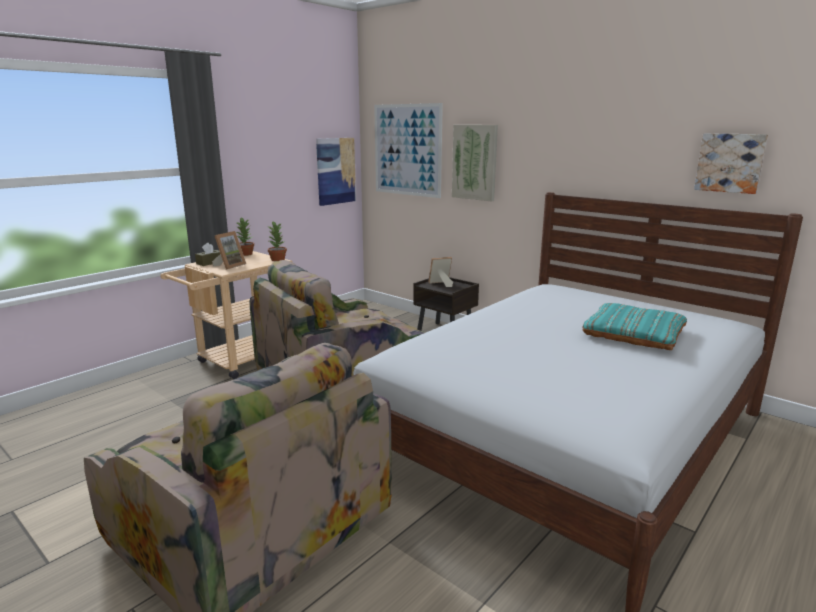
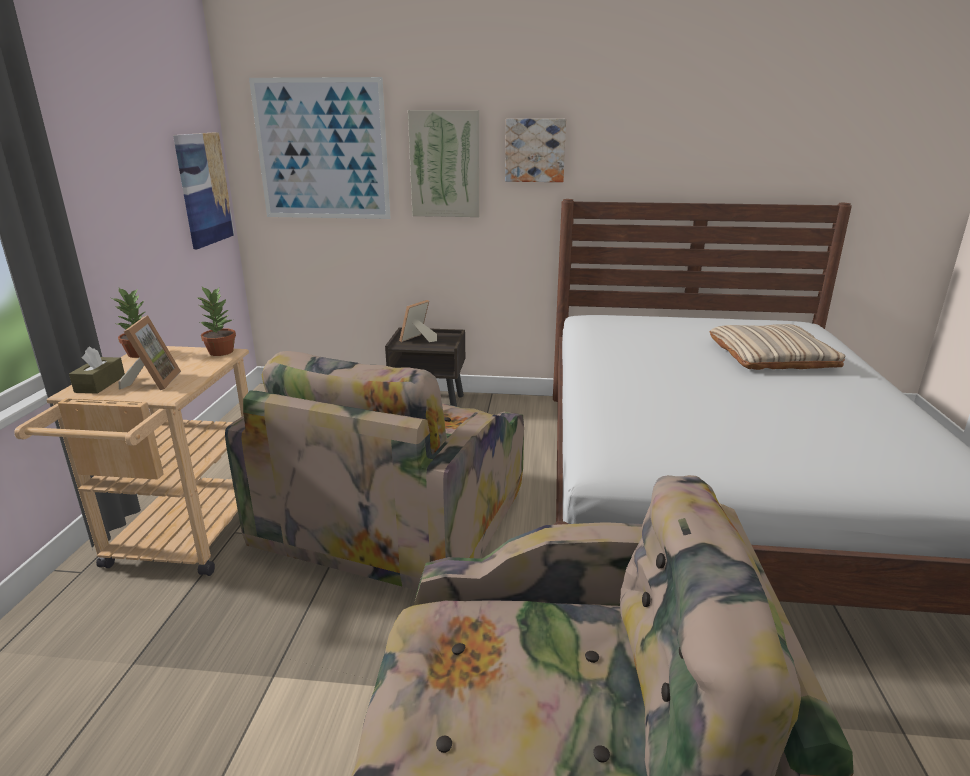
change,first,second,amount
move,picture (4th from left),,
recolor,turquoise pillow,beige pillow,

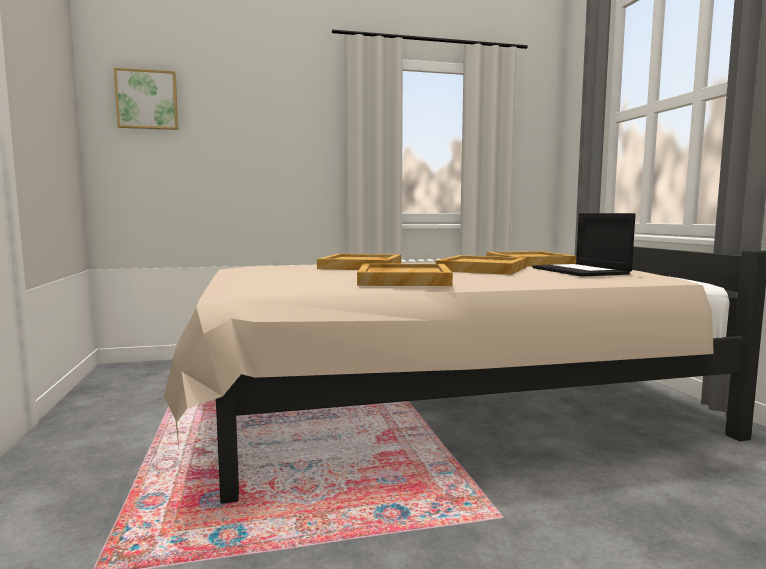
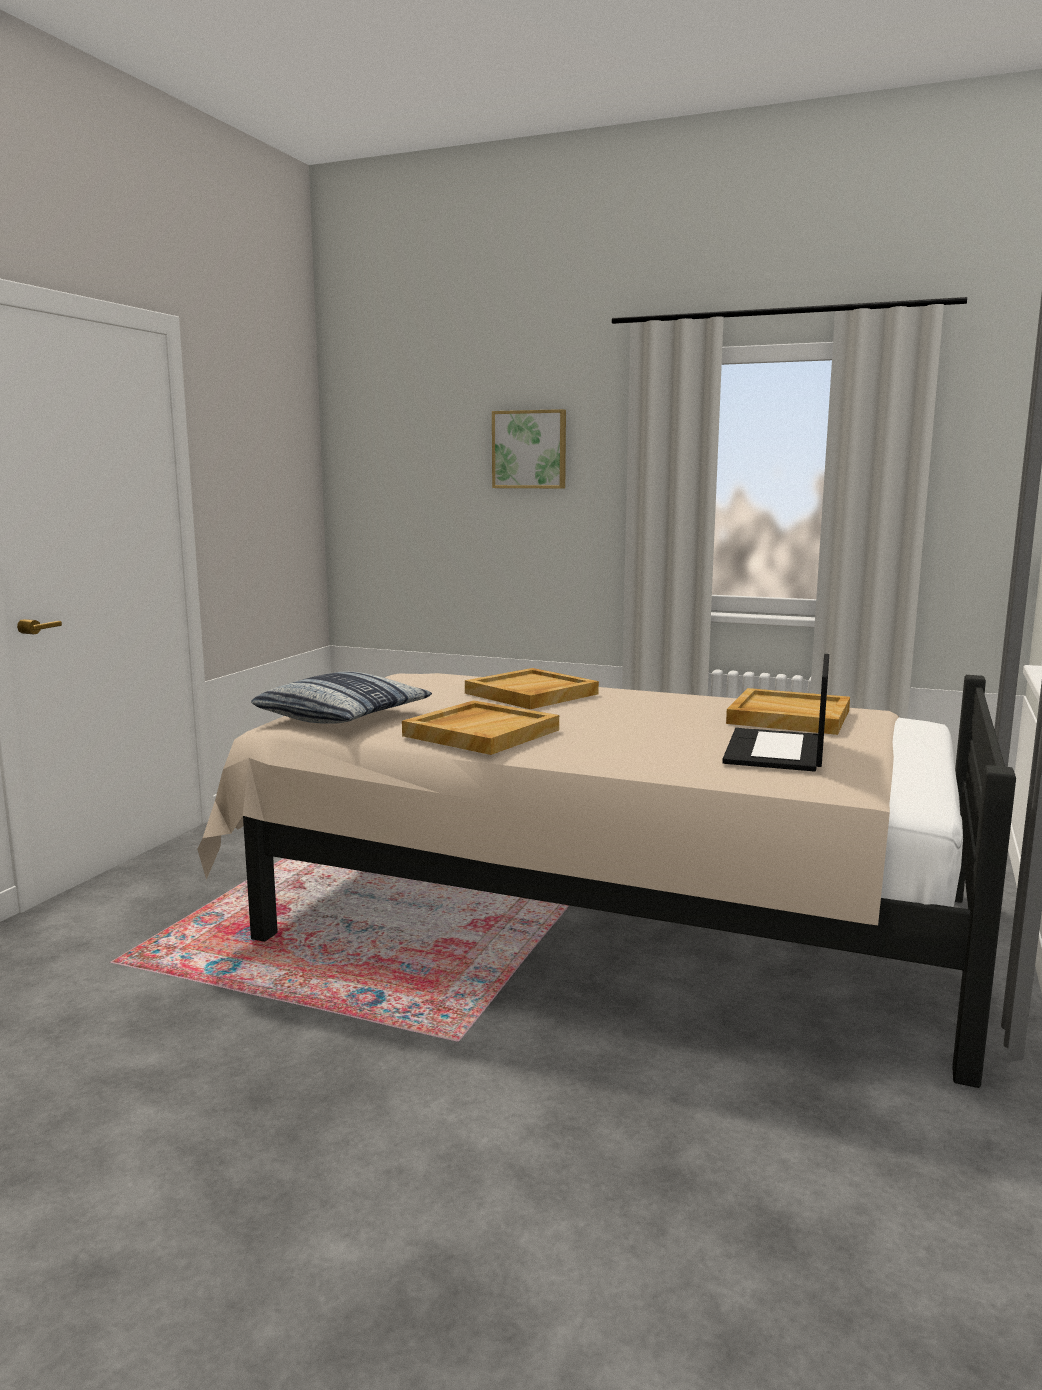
change,first,second,amount
move,picture,,
delete,beige tray (3rd from left),,
insert,,pillow,

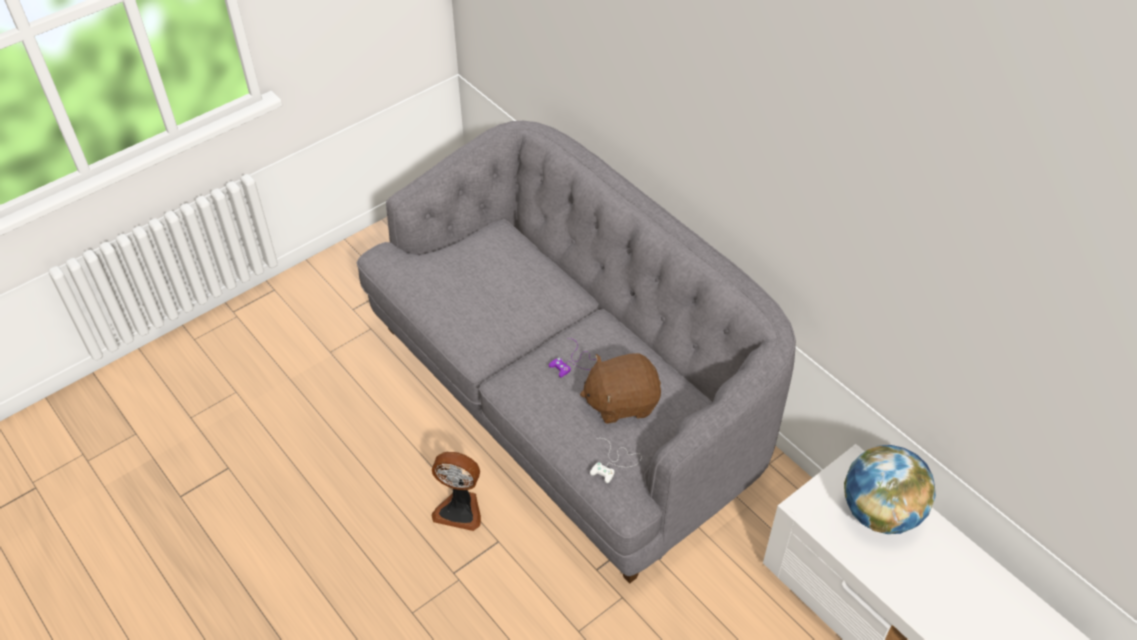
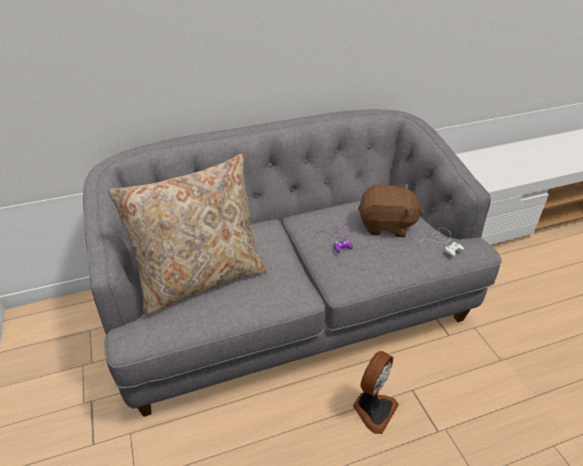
change,first,second,amount
rotate,brown plush toy,,90 degrees counterclockwise
delete,globe,,
insert,,beige pillow,

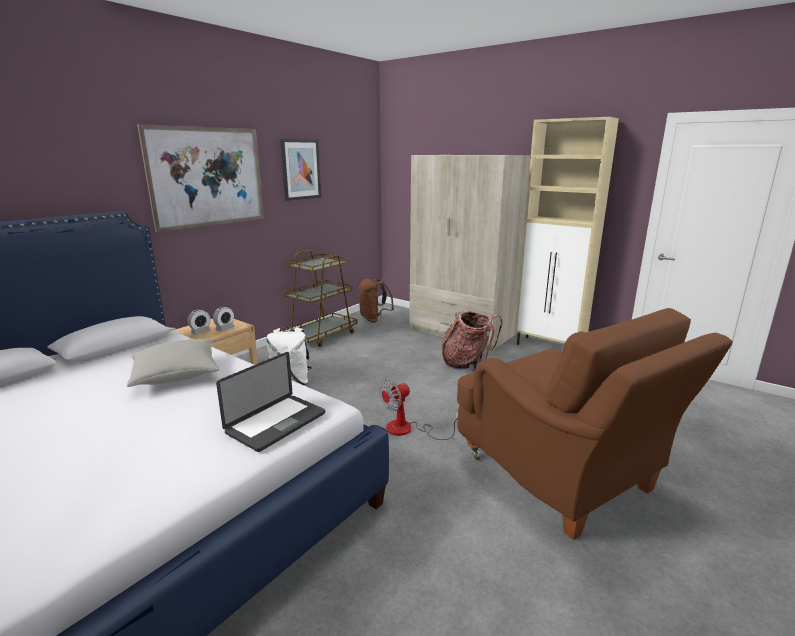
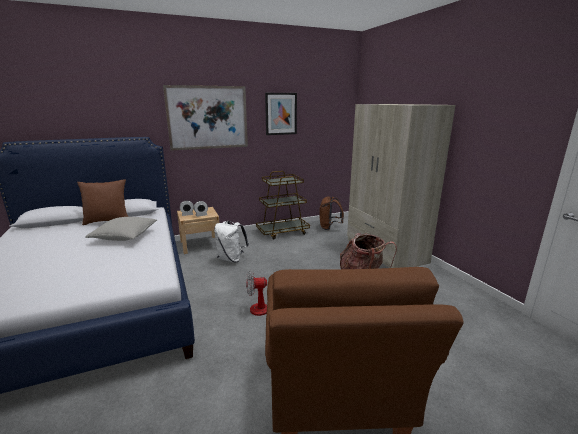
change,first,second,amount
delete,beige cabinet,,
delete,laptop,,
insert,,brown pillow,

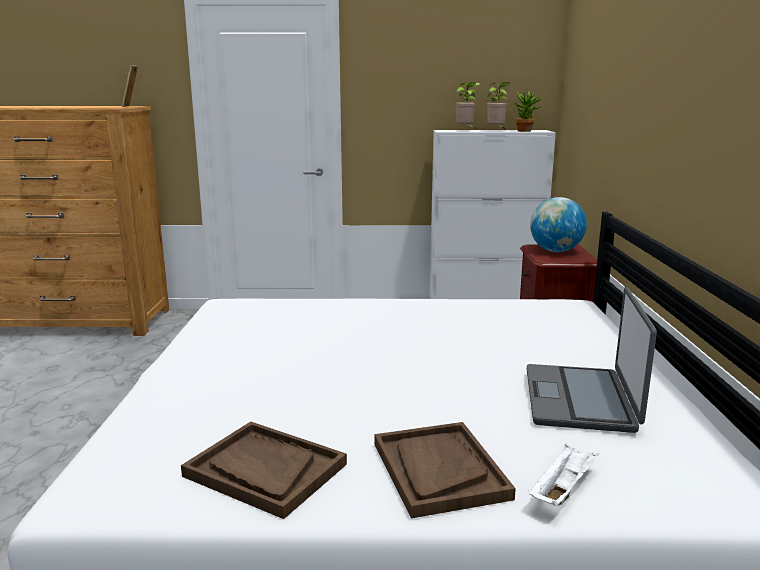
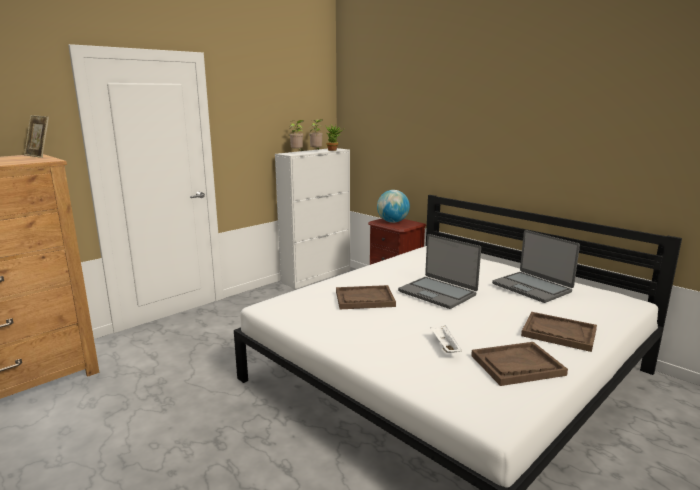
change,first,second,amount
move,white tray,,
insert,,laptop (1st from left),
insert,,brown tray (1st from left),

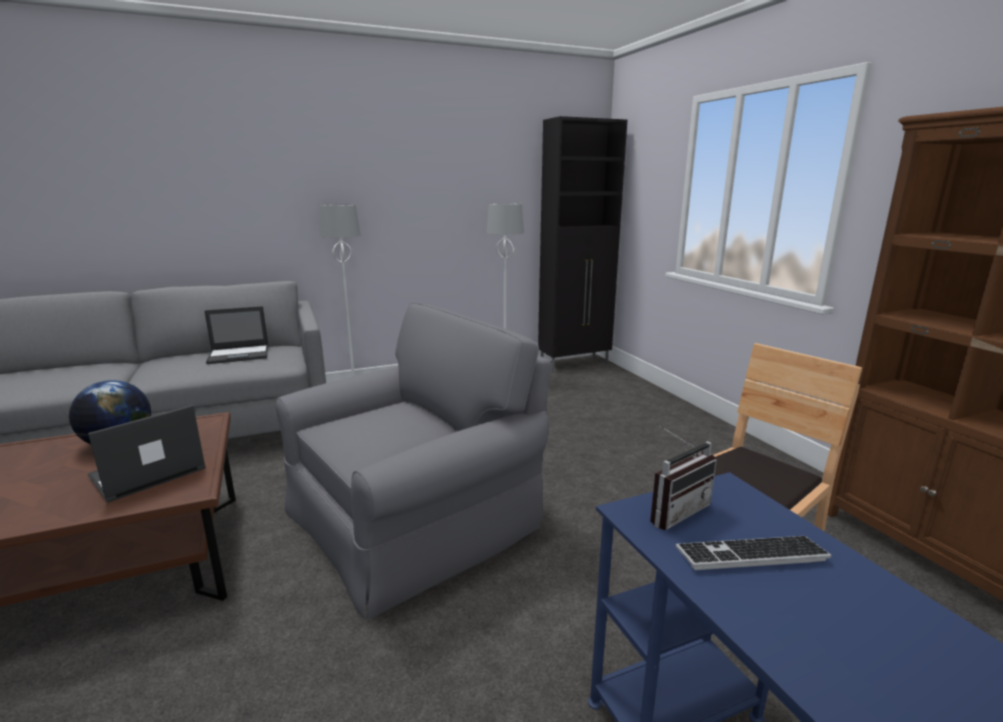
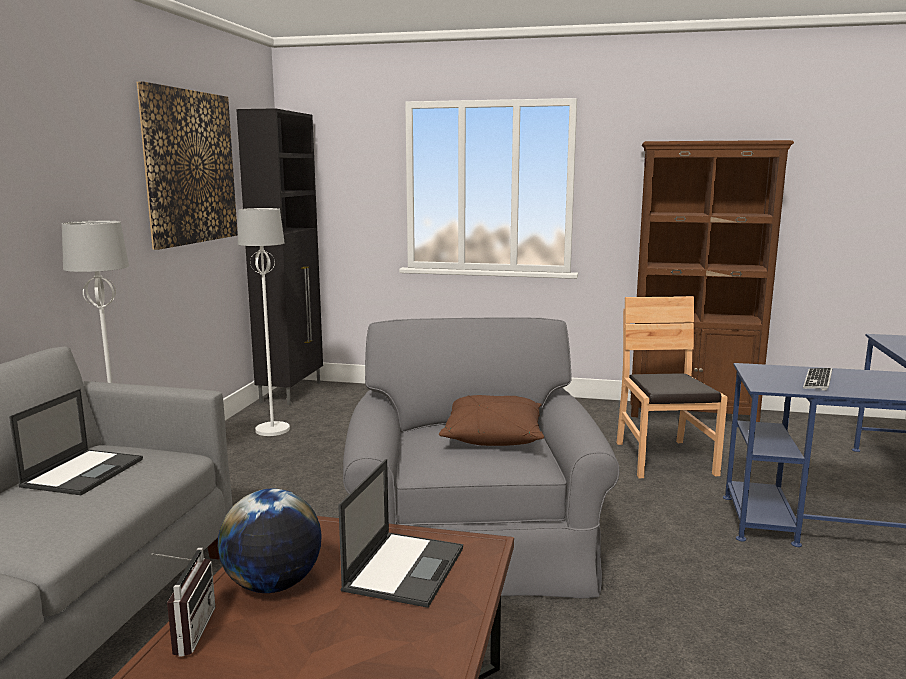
change,first,second,amount
rotate,laptop (1st from left in the first image),laptop (2nd from left),150 degrees counterclockwise
move,radio,,
insert,,picture,
insert,,brown pillow,

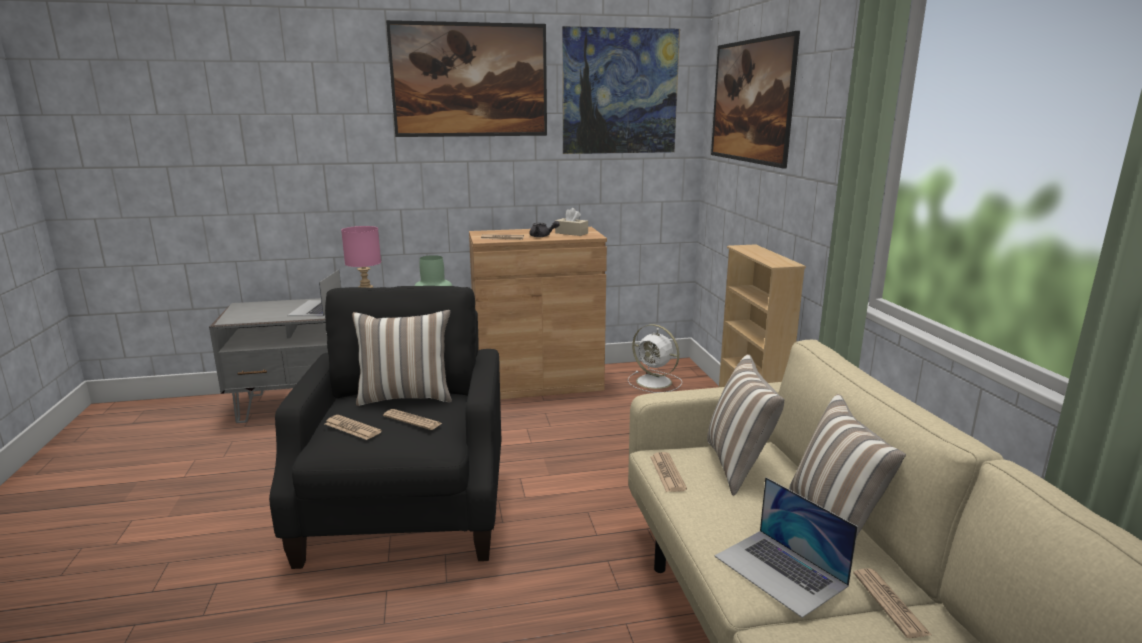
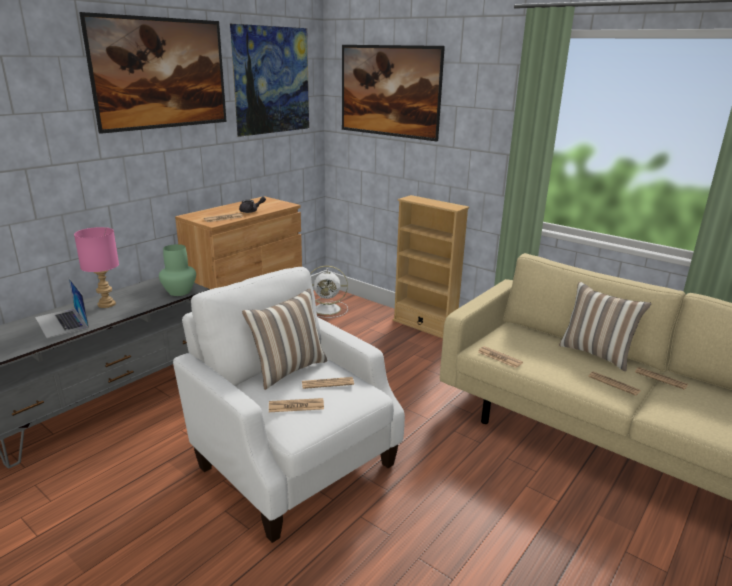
change,first,second,amount
delete,beige tissue box,,
recolor,black armchair,white armchair,
delete,pillow (2nd from left),,
replace,laptop (2nd from left),newspaper (5th from left),

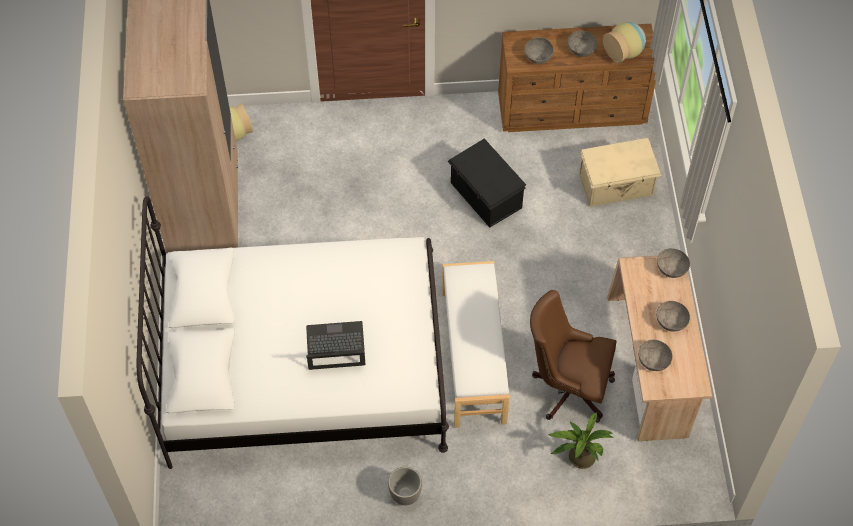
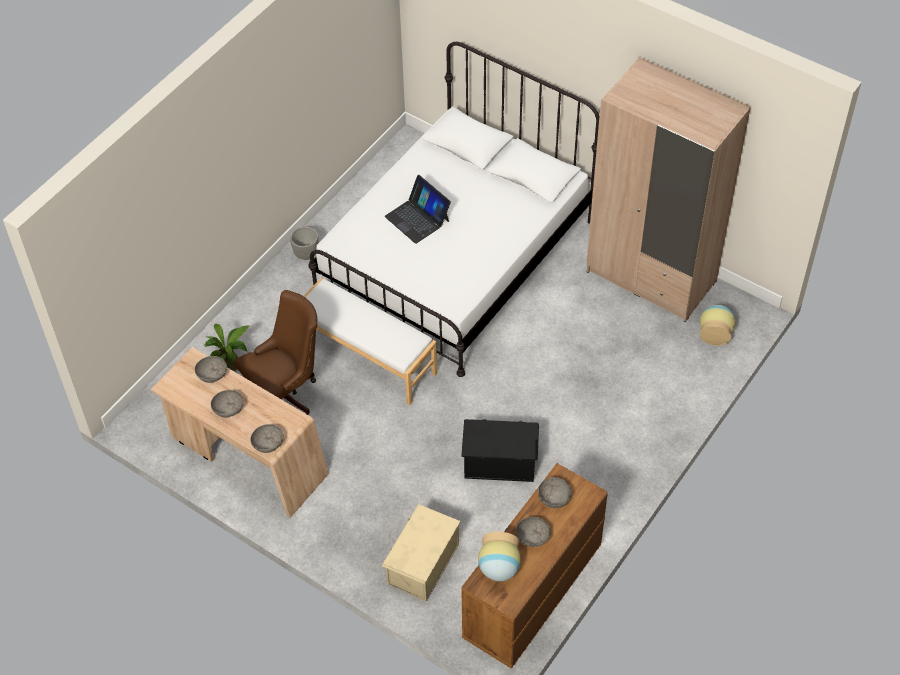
change,first,second,amount
rotate,laptop,,105 degrees clockwise

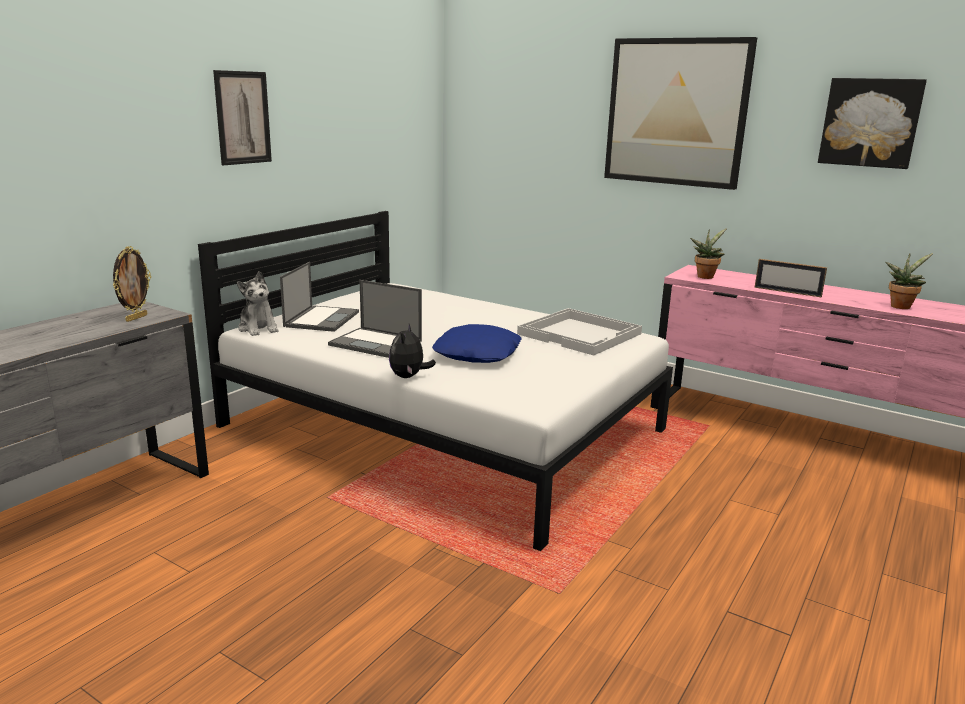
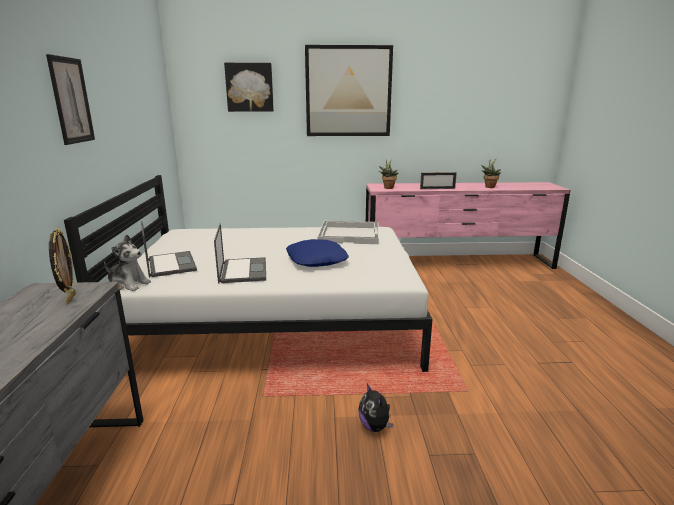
change,first,second,amount
move,picture (3rd from left in the first image),picture (2nd from left),
rotate,laptop (2nd from left),,90 degrees counterclockwise
move,plush toy (2nd from left),,

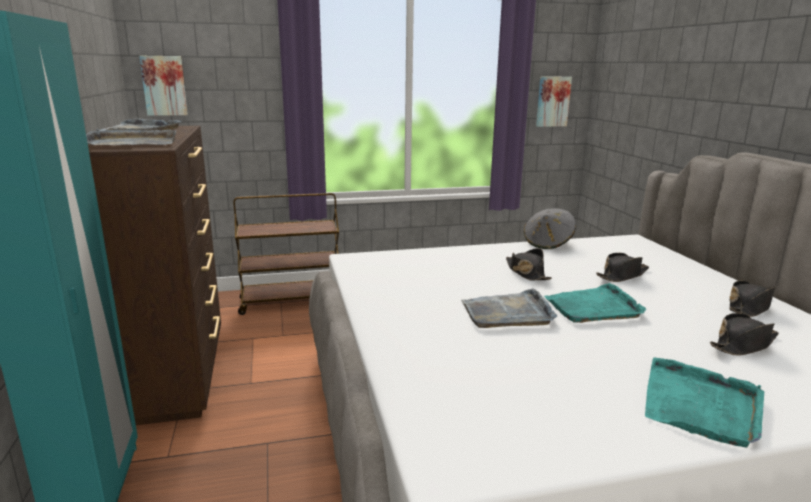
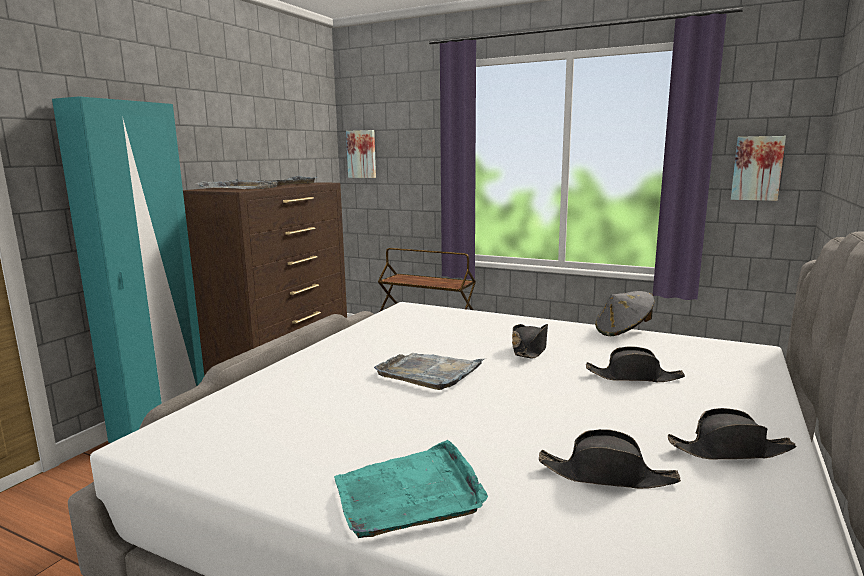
change,first,second,amount
delete,turquoise tray (1st from left),,

